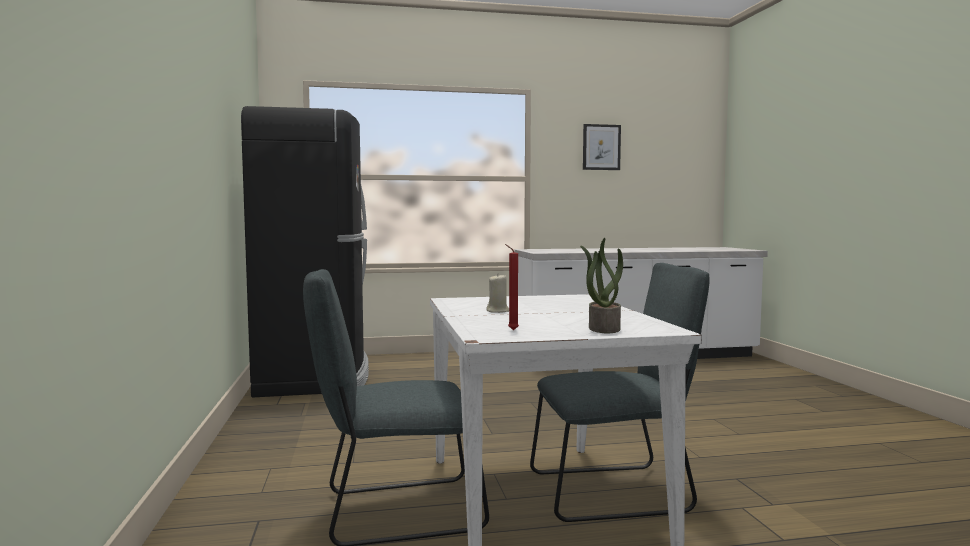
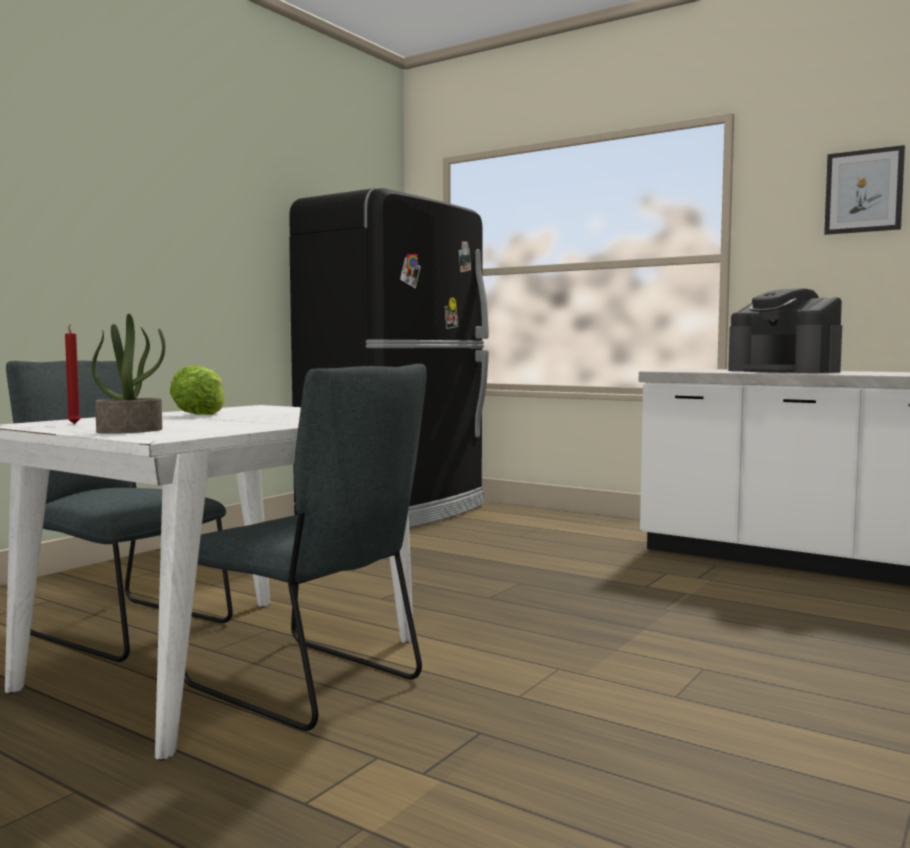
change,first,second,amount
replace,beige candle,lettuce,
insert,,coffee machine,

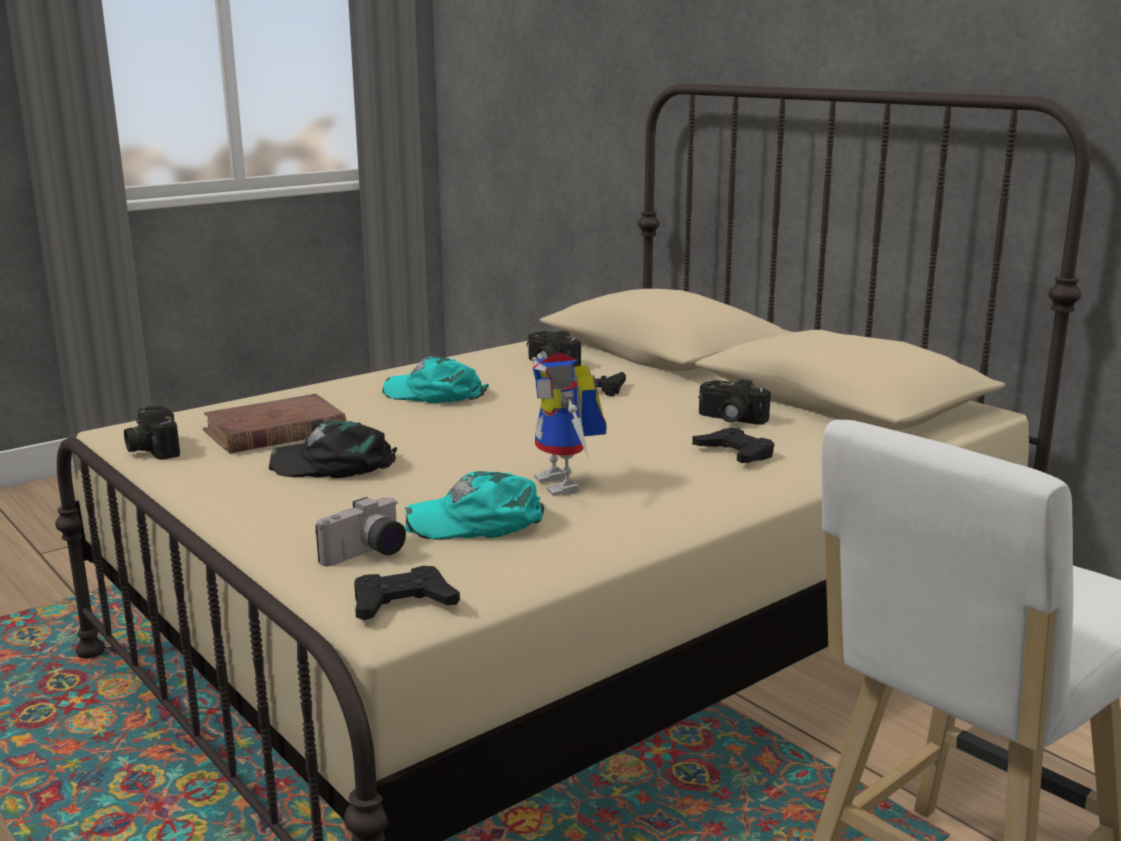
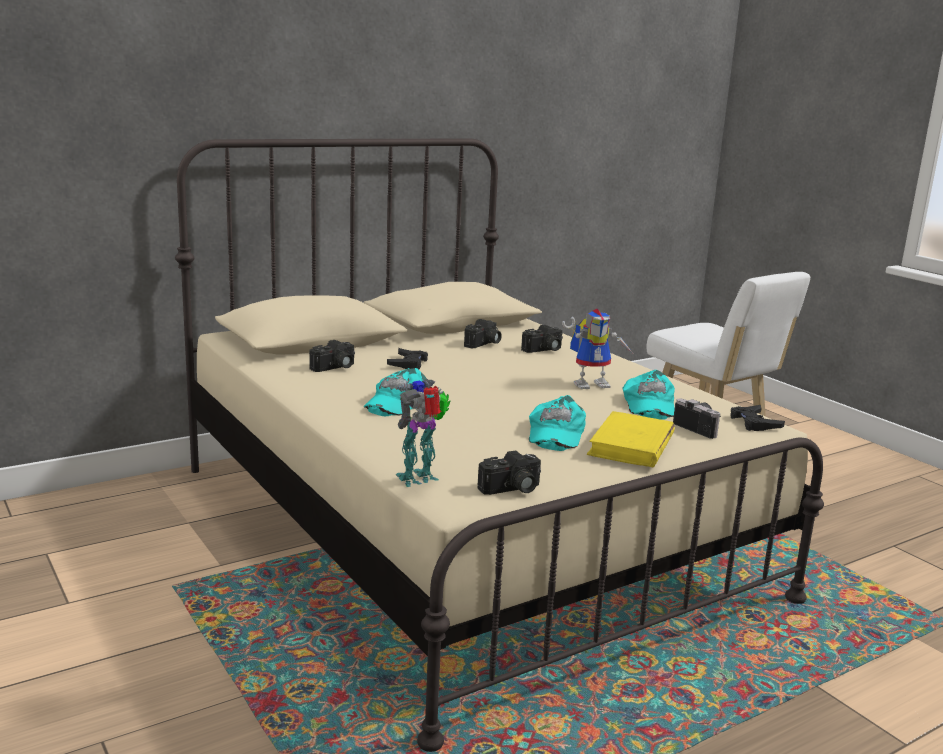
change,first,second,amount
delete,brown book,,
recolor,black cap,turquoise cap (2nd from left),
replace,black game controller (3rd from left),photo camera (4th from left),
insert,,toy robot (1st from left),
insert,,yellow book,

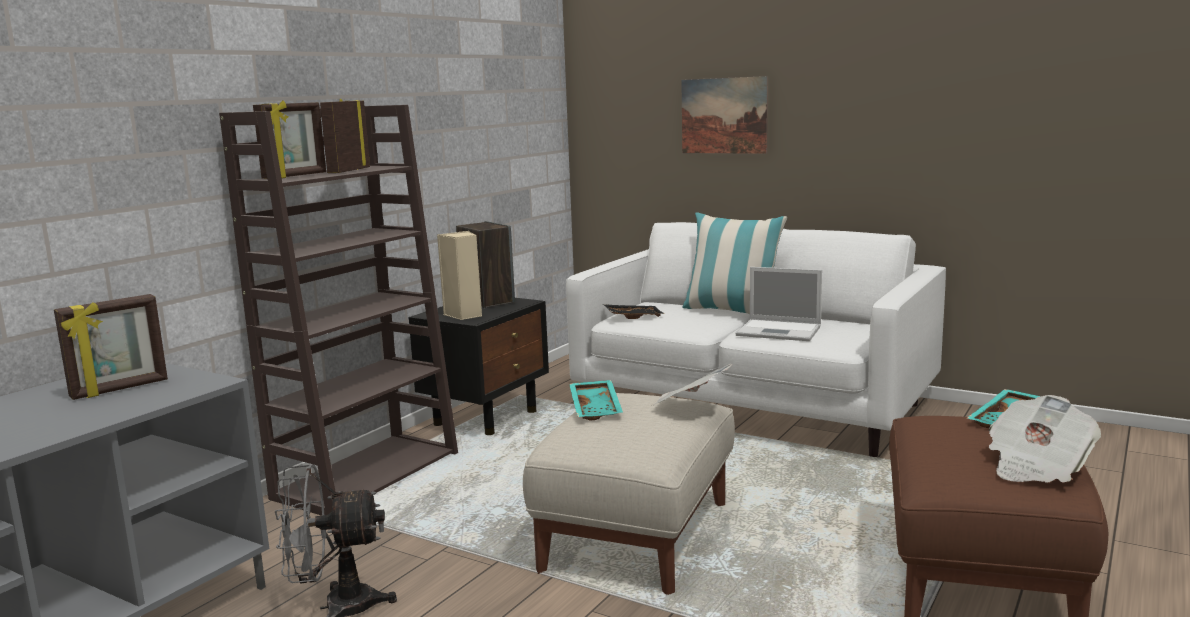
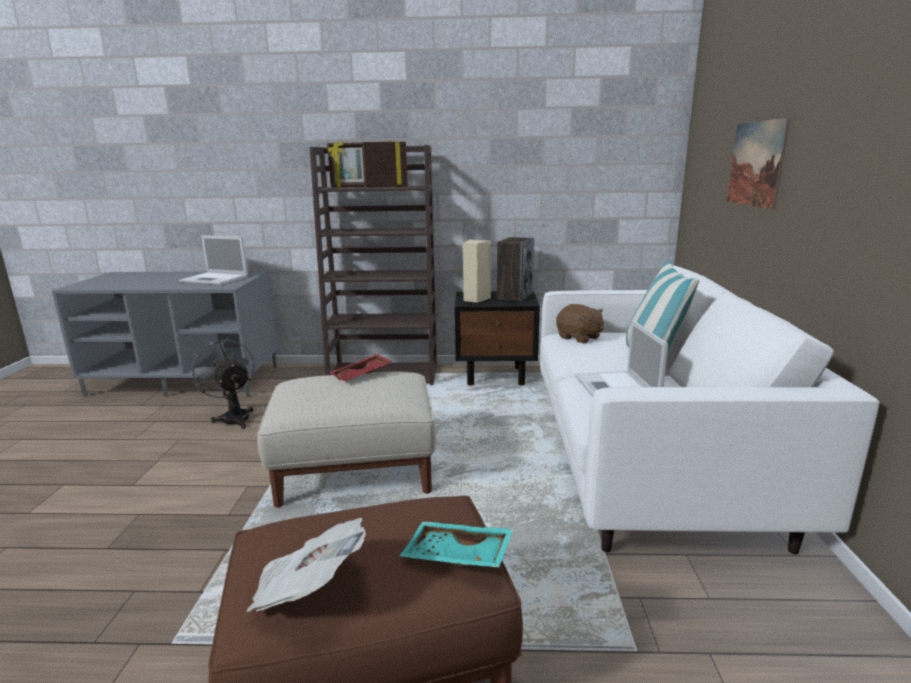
change,first,second,amount
replace,picture frame (1st from left),laptop (1st from left),
replace,black tray,brown plush toy,
delete,newspaper (1st from left),,
recolor,turquoise tray (1st from left),red tray,

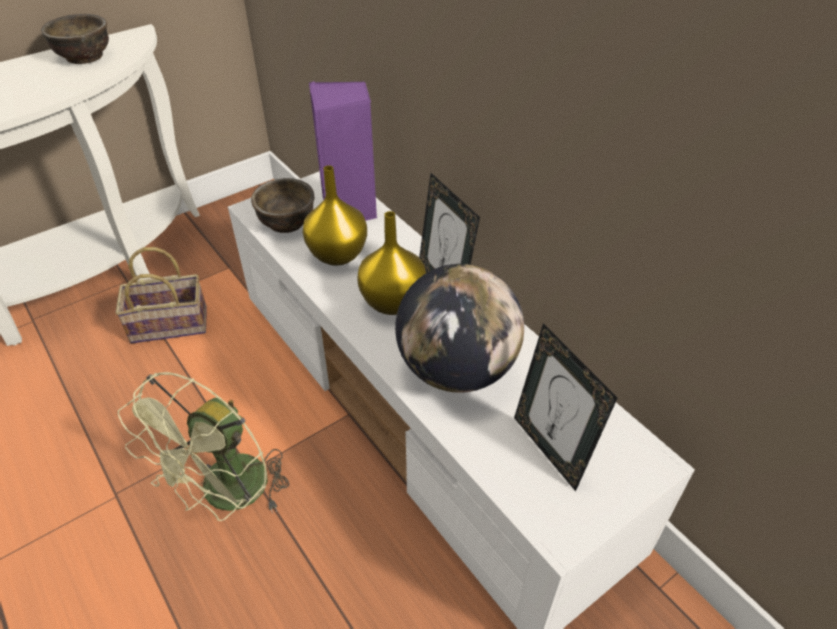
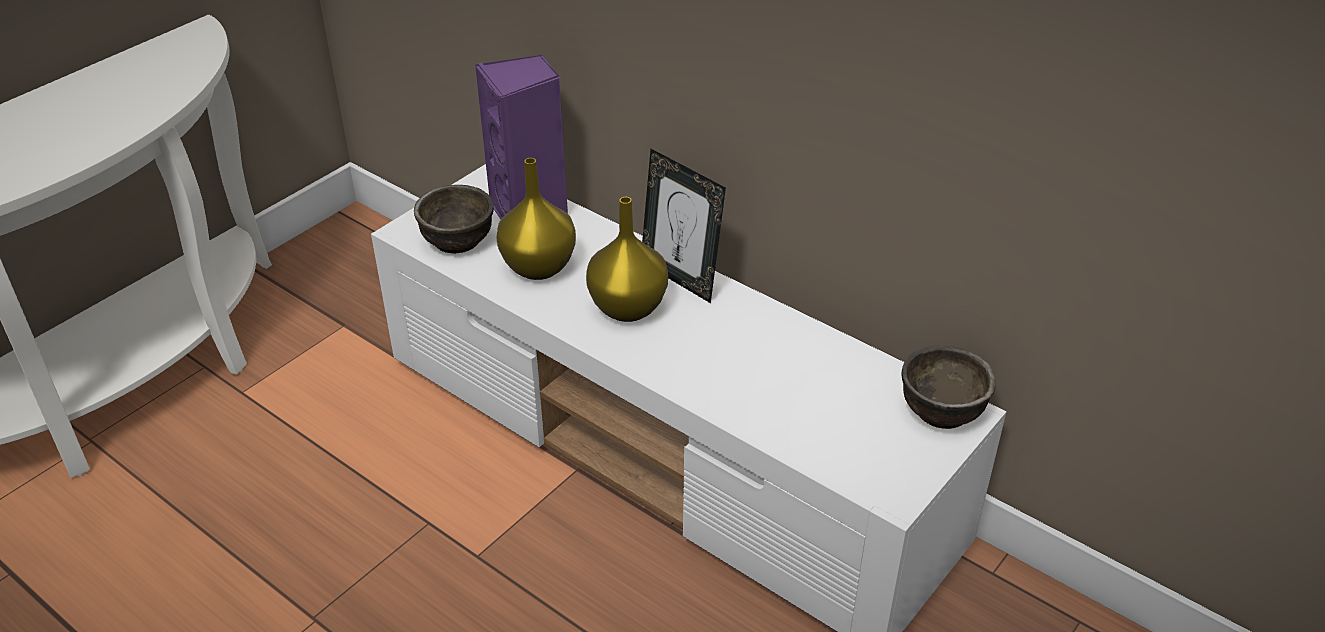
change,first,second,amount
move,brown bowl (1st from left in the first image),brown bowl (2nd from left),
delete,basket,,
delete,globe,,
delete,picture frame (2nd from left),,
delete,green fan,,

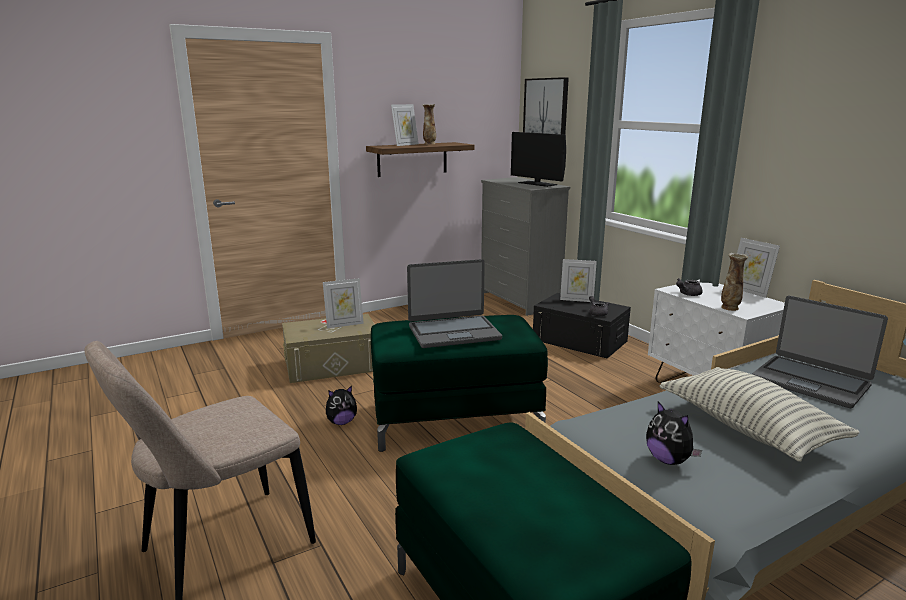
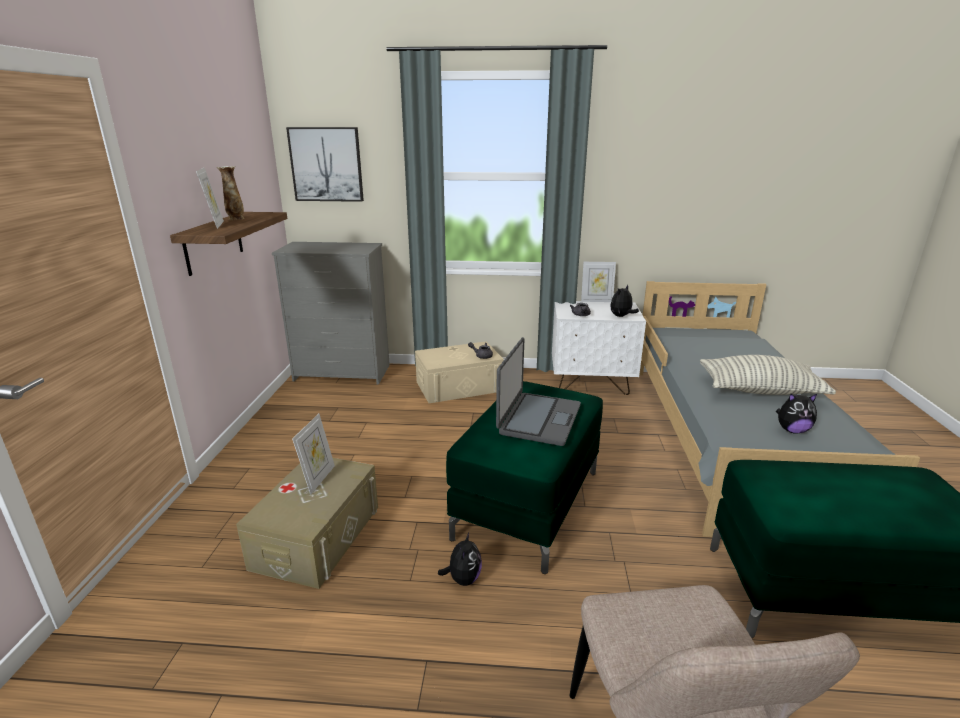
change,first,second,amount
delete,monitor,,
replace,vase (2nd from left),plush toy (2nd from left),
delete,picture frame (3rd from left),,
recolor,black storage box,beige storage box (2nd from left),
delete,laptop (2nd from left),,

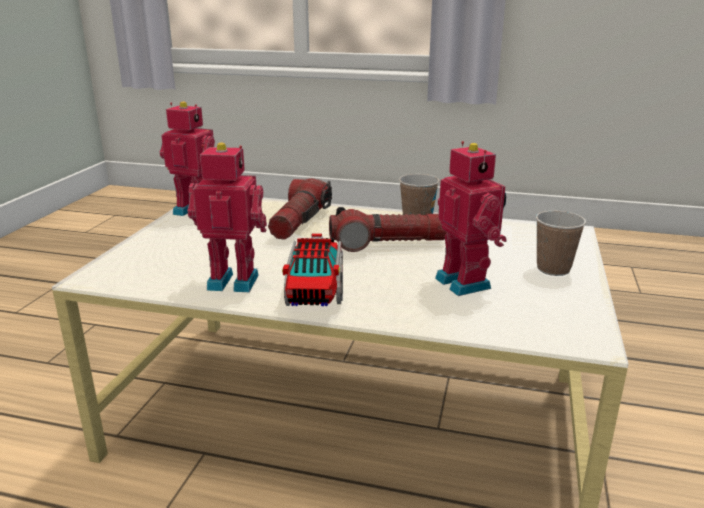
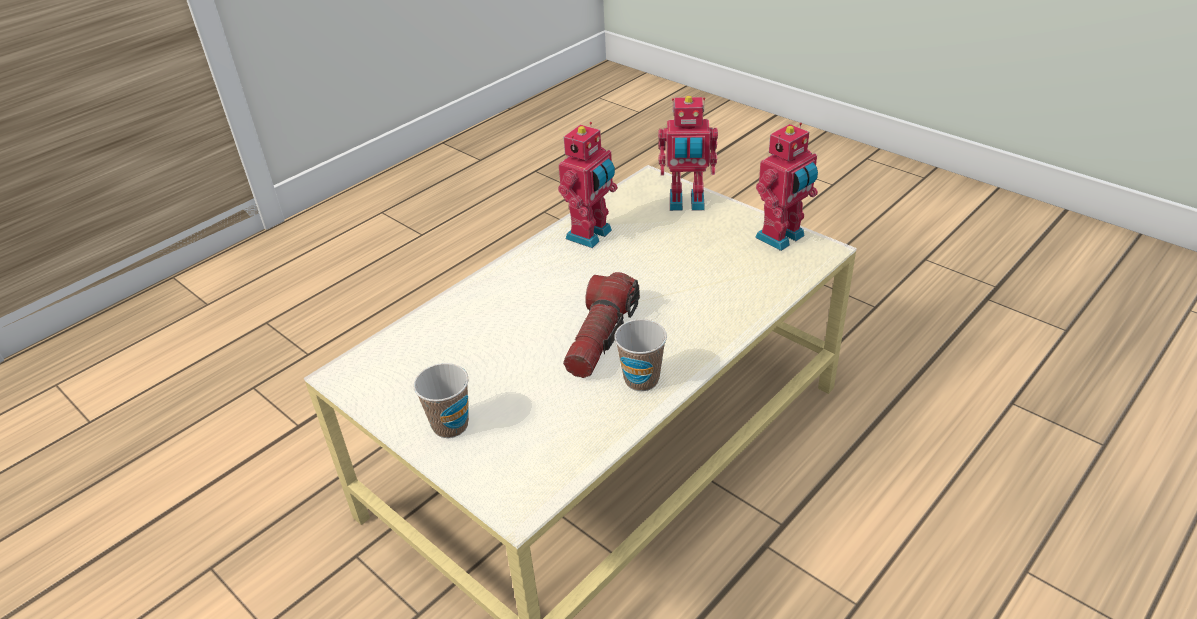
change,first,second,amount
move,toy robot (3rd from left in the first image),toy robot (2nd from left),
delete,flashlight (1st from left),,
delete,toy truck,,

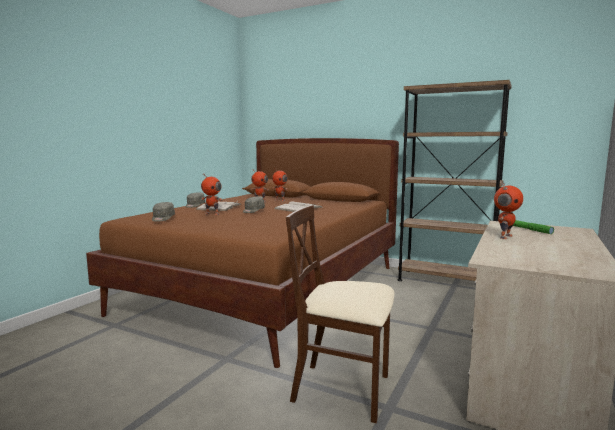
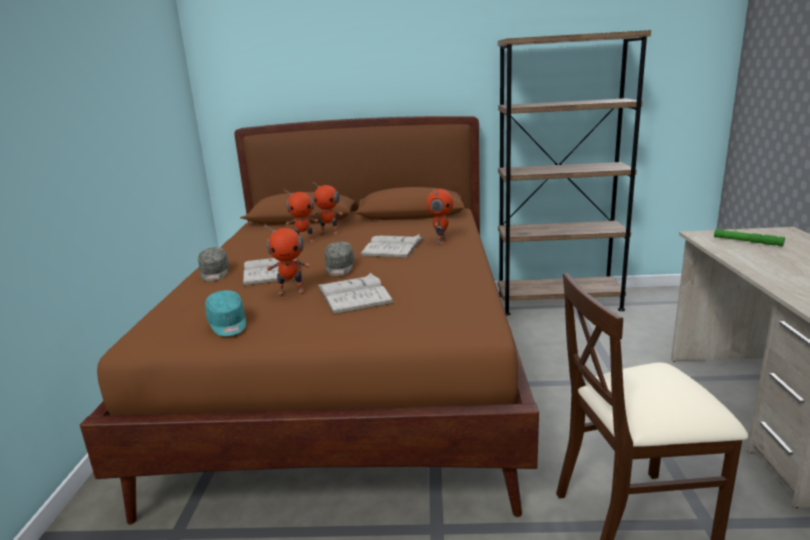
change,first,second,amount
move,toy robot (4th from left),,
recolor,grey cap (1st from left),turquoise cap,
insert,,white book (2nd from left),

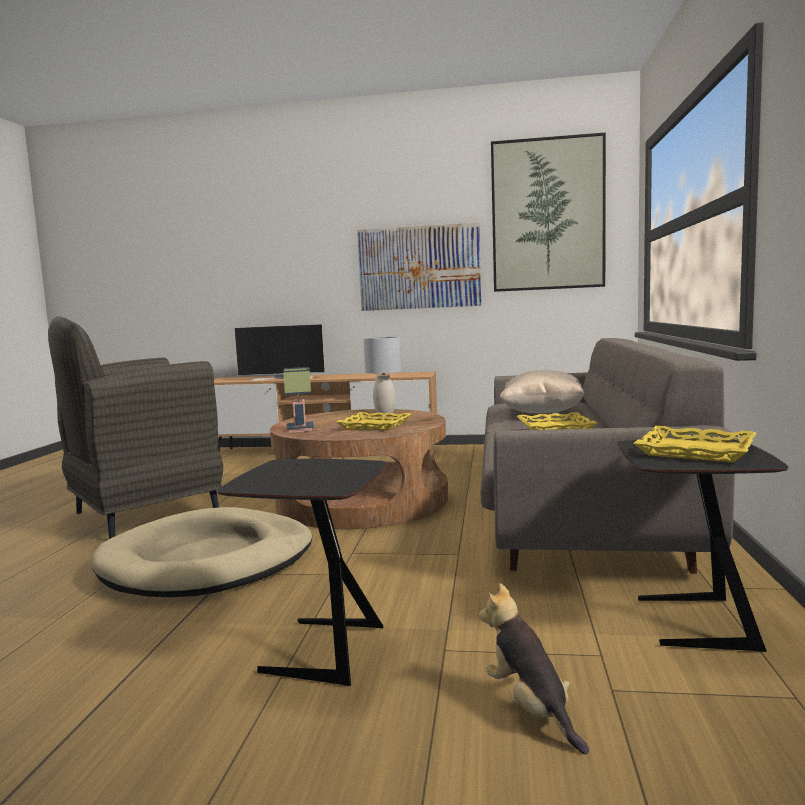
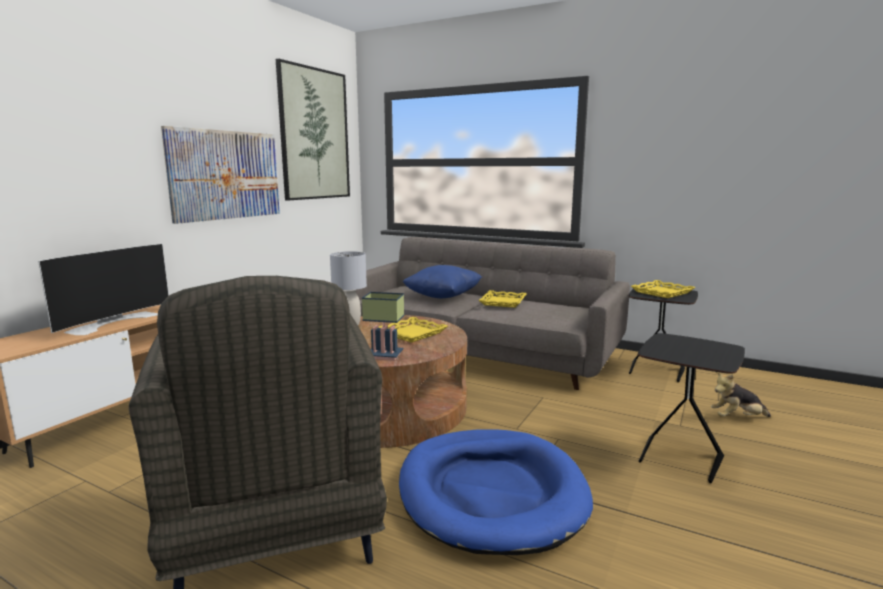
change,first,second,amount
recolor,beige pillow,blue pillow,
recolor,beige dog bed,blue dog bed,

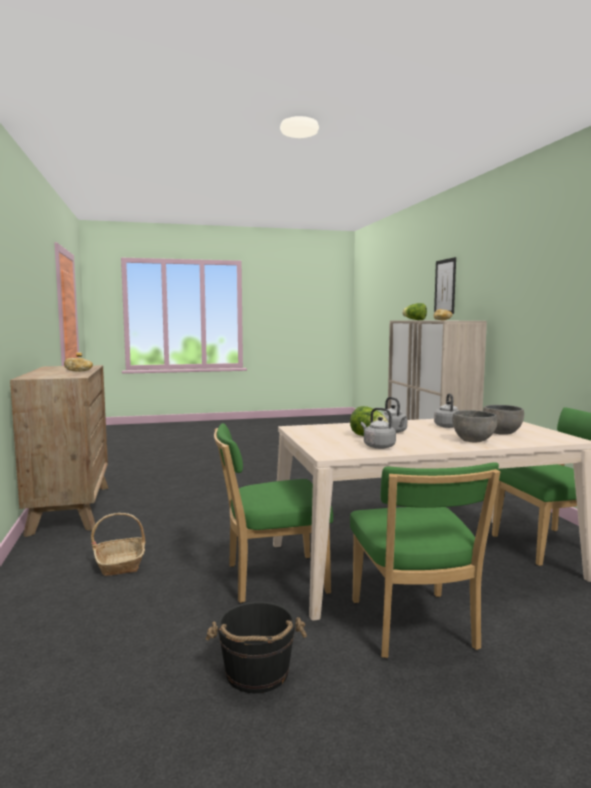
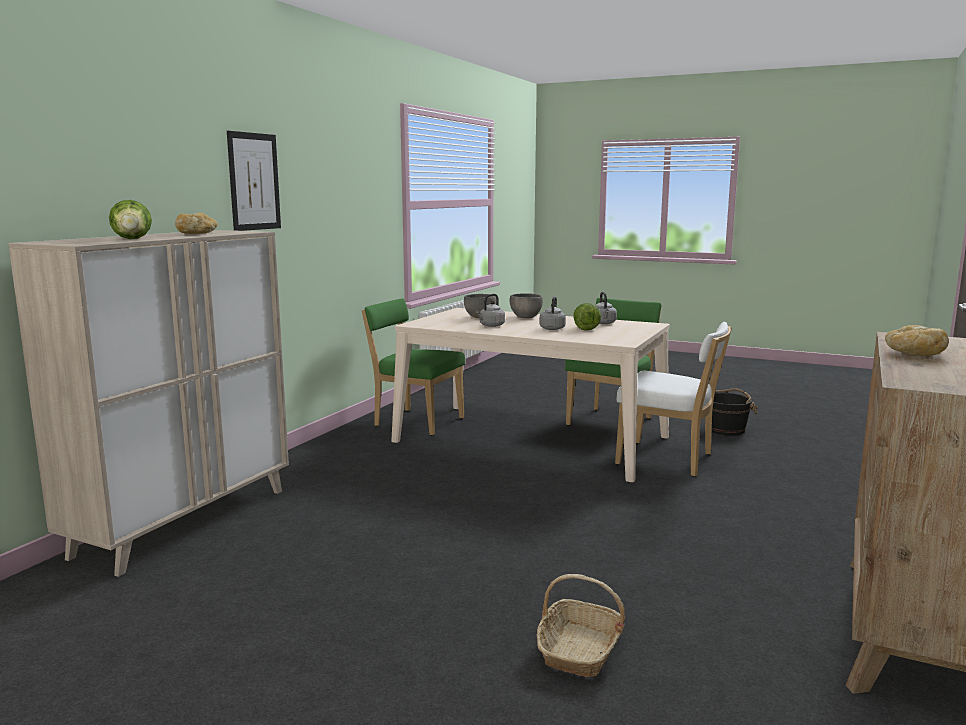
change,first,second,amount
move,picture,,
recolor,green chair (1st from left),white chair,
move,basket,,

